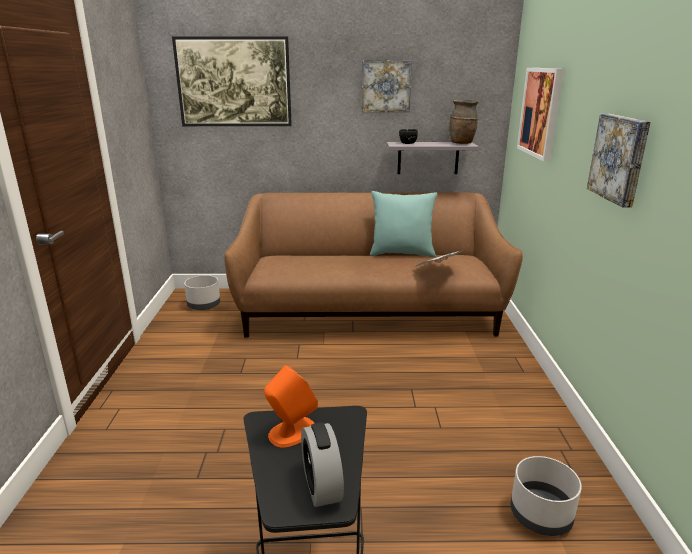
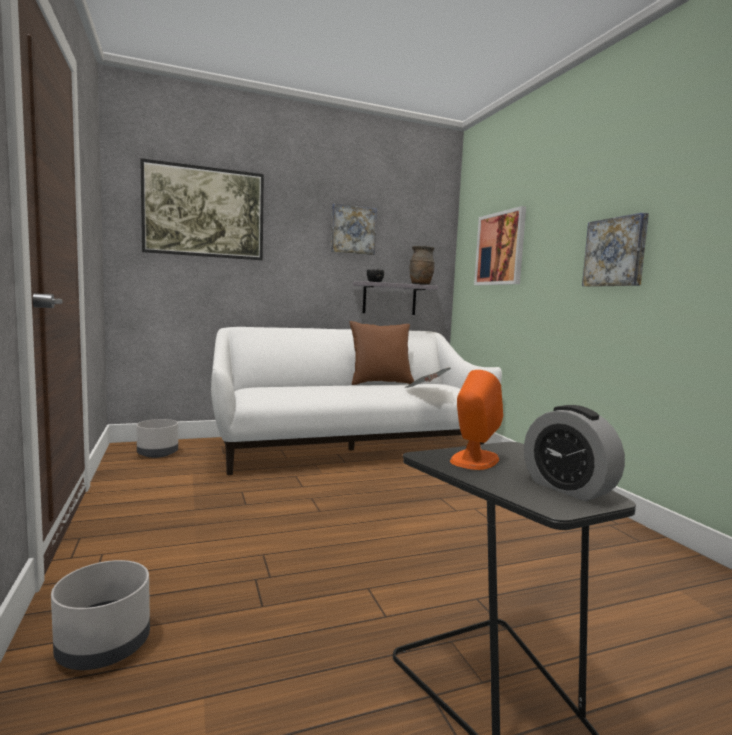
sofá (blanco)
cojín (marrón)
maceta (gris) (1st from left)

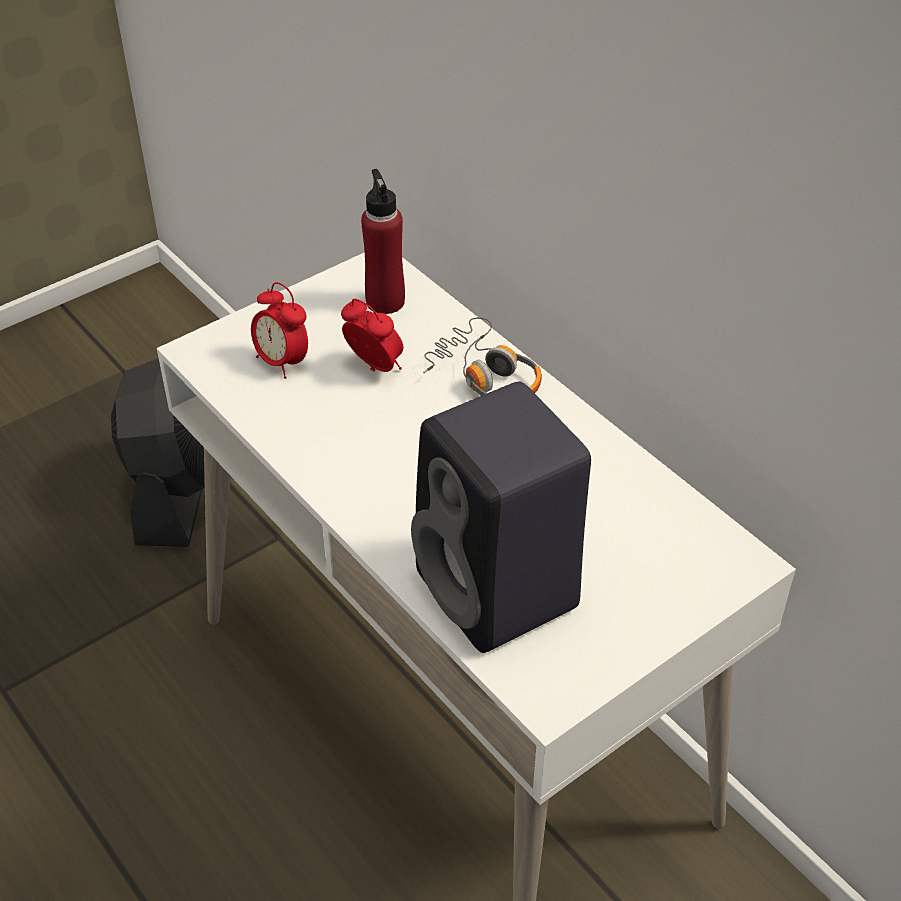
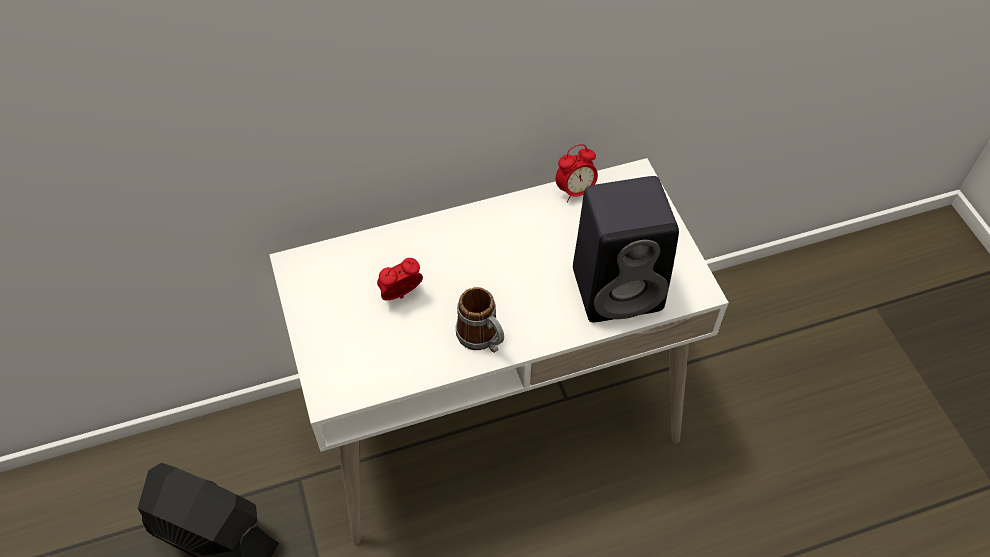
despertador (2nd from left)
botella (rojo)
auriculares
taza grande

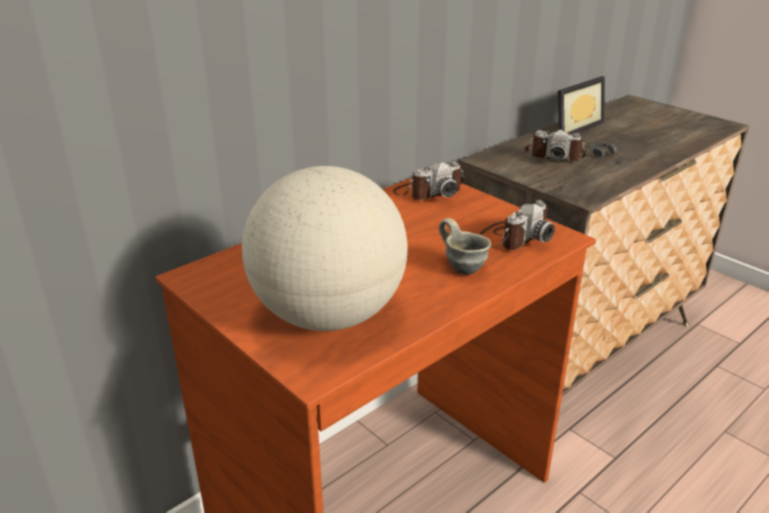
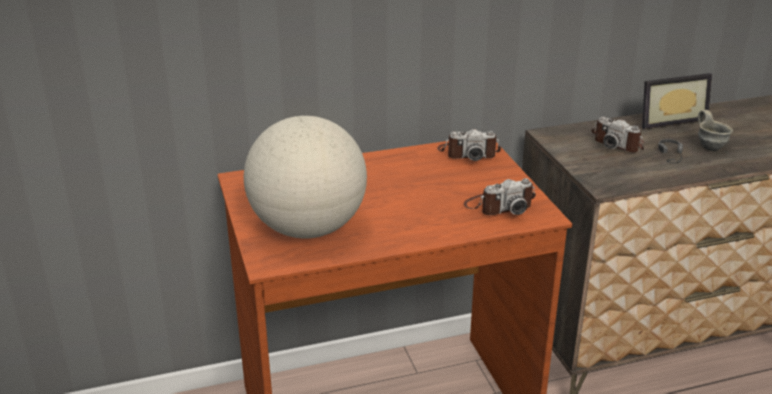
taza grande (gris)

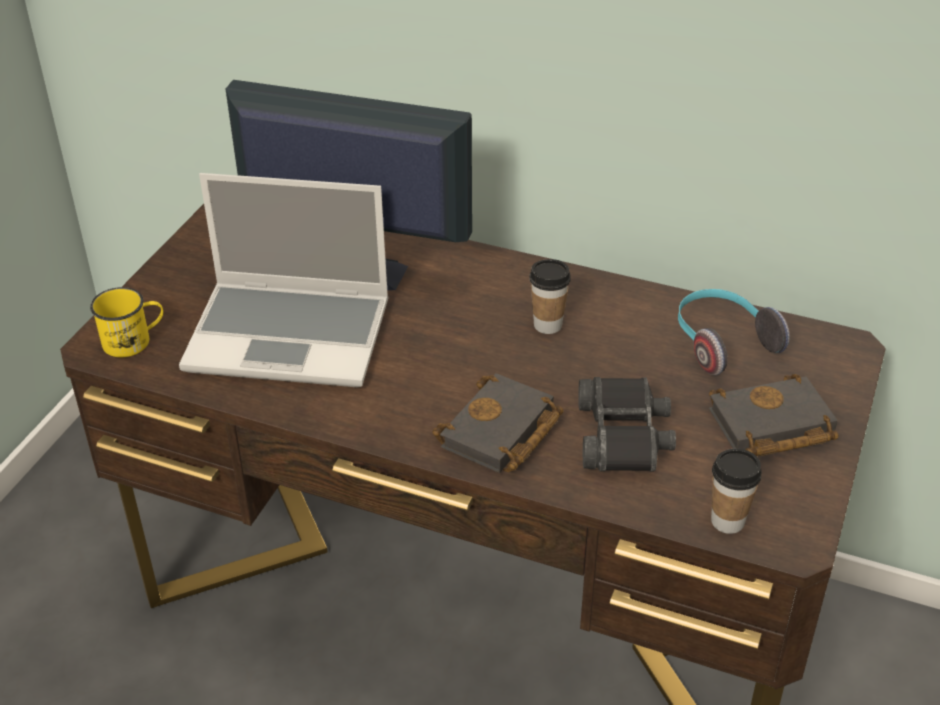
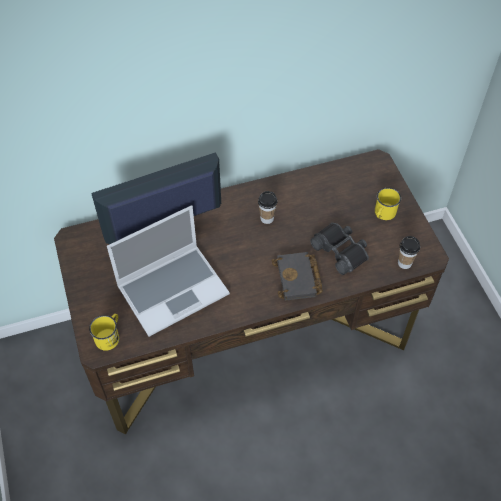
auriculares
taza grande (amarillo) (2nd from left)

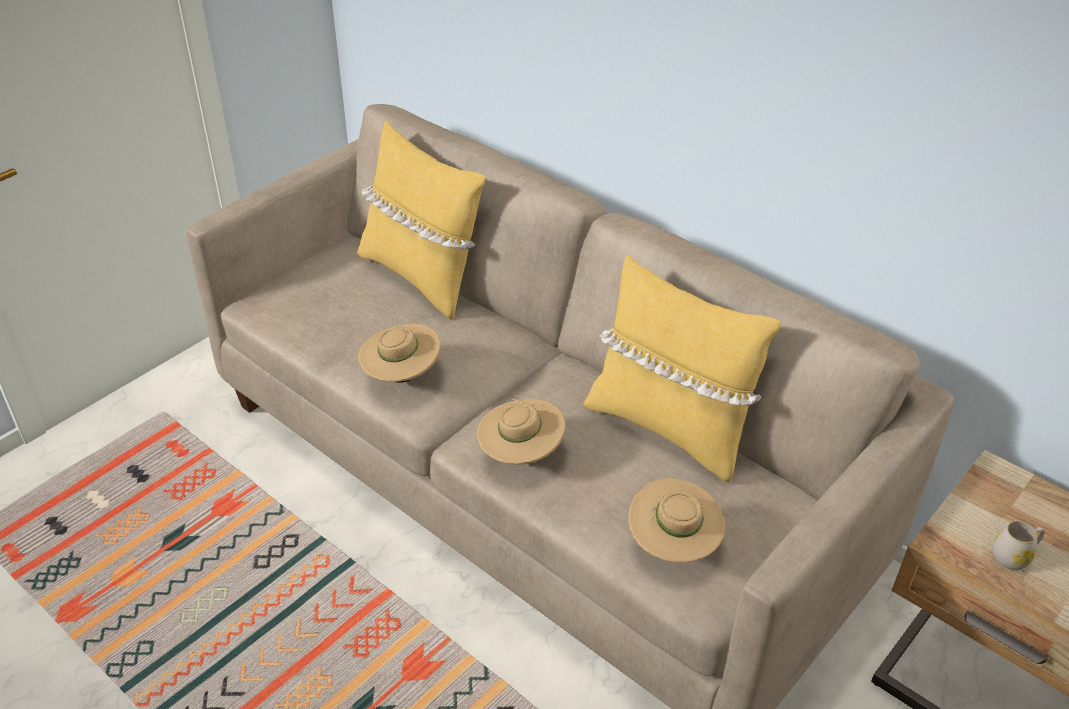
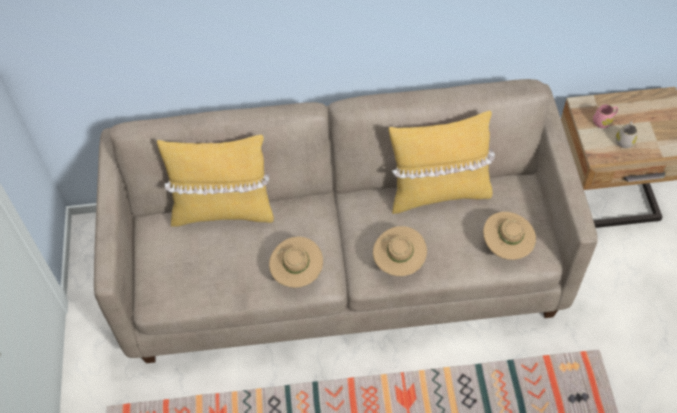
taza grande (rosa)

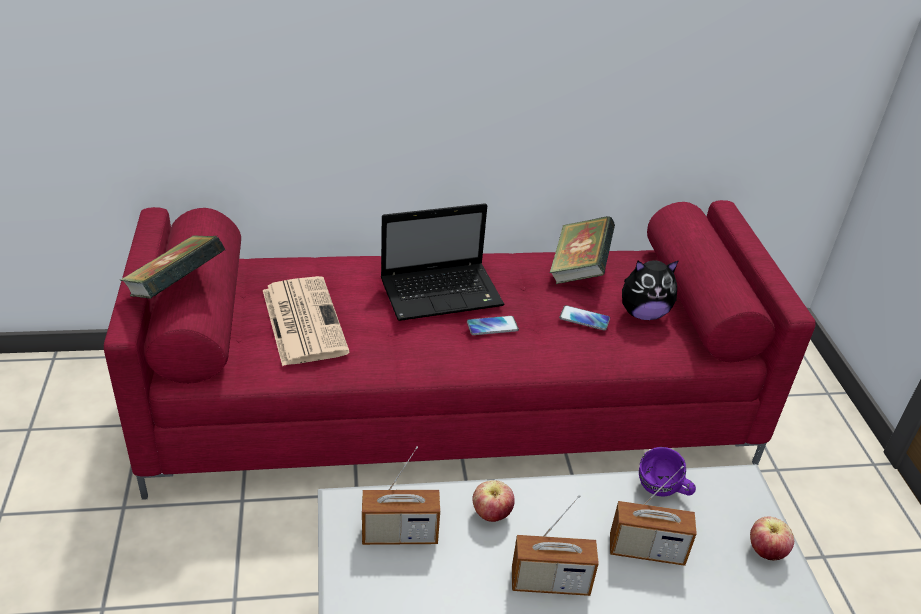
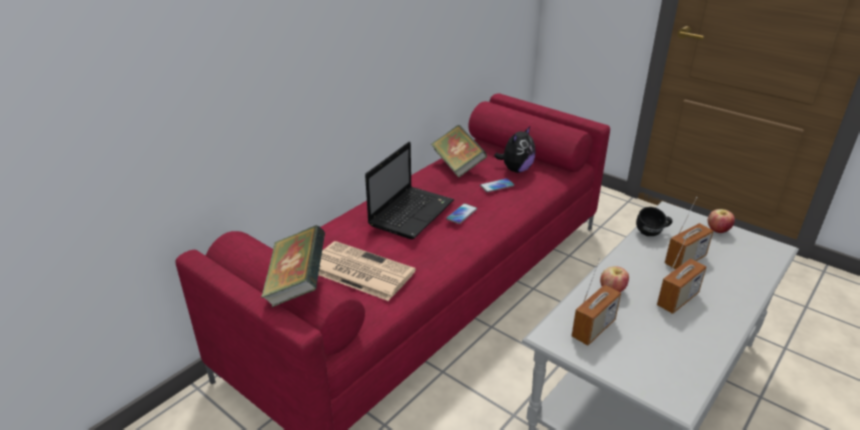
taza grande (negro)

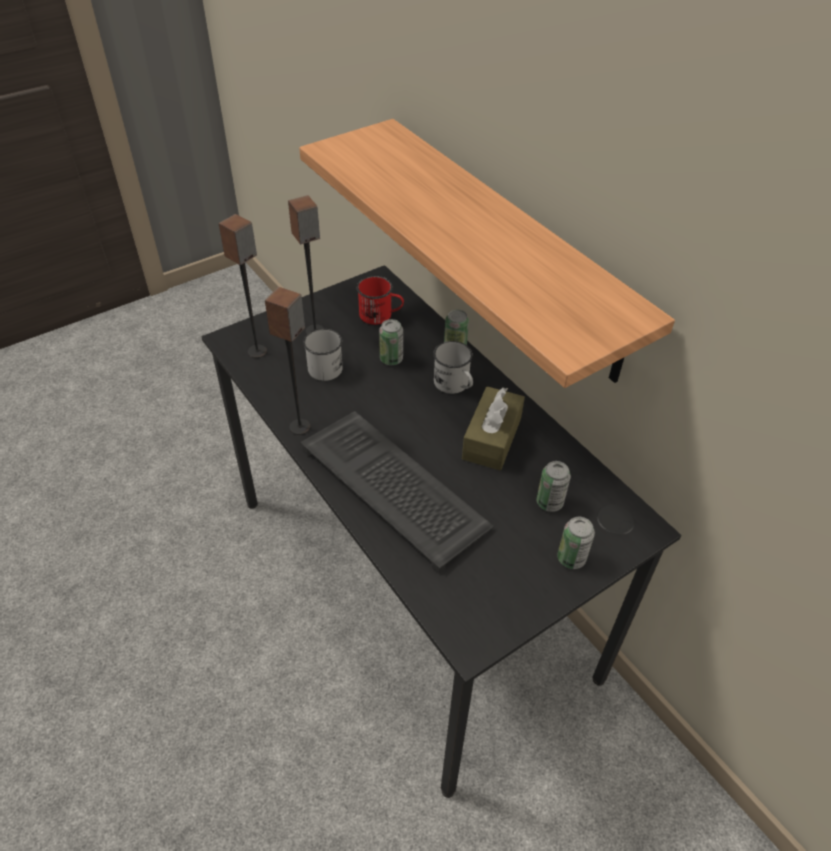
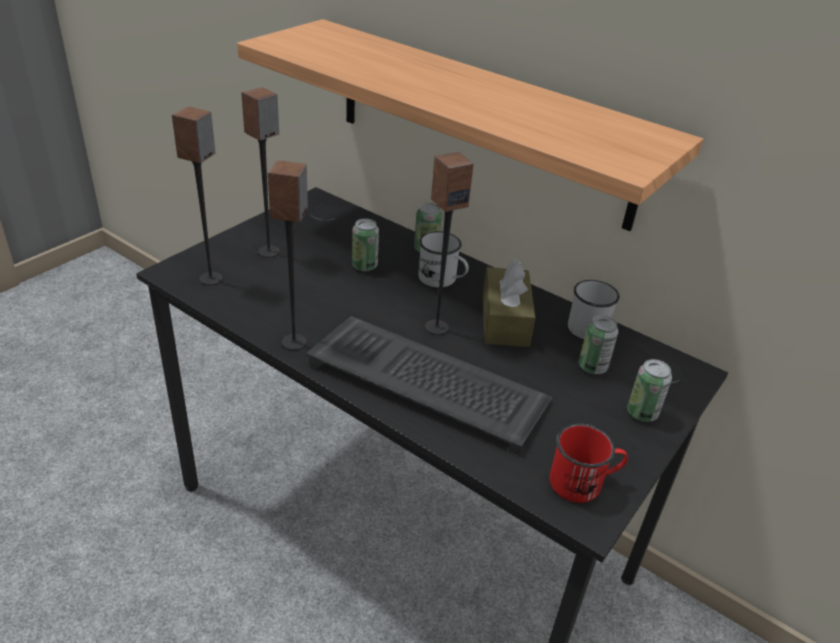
taza grande (blanco) (2nd from left)
taza grande (rojo)
altavoz (4th from left)

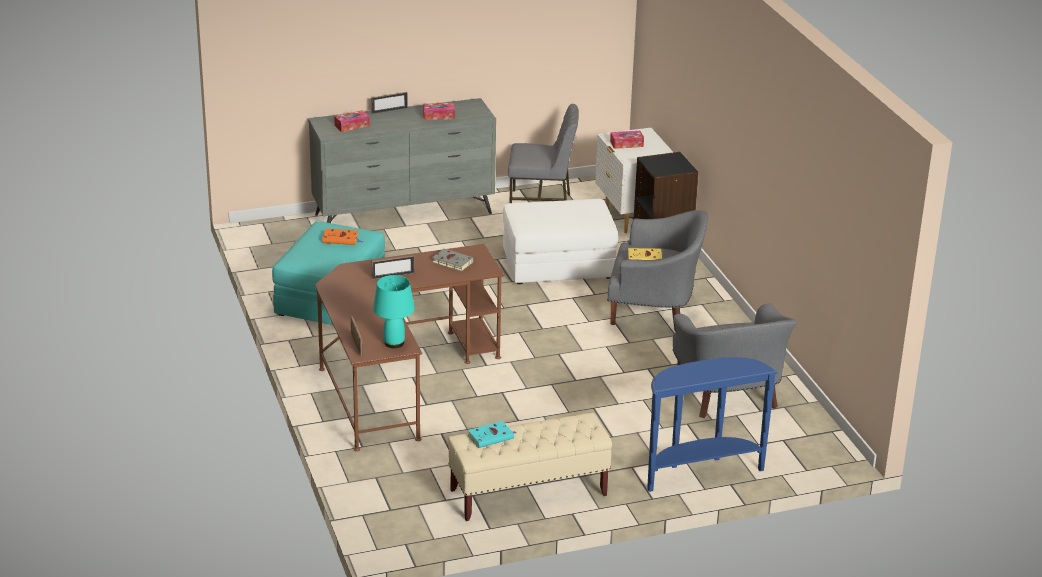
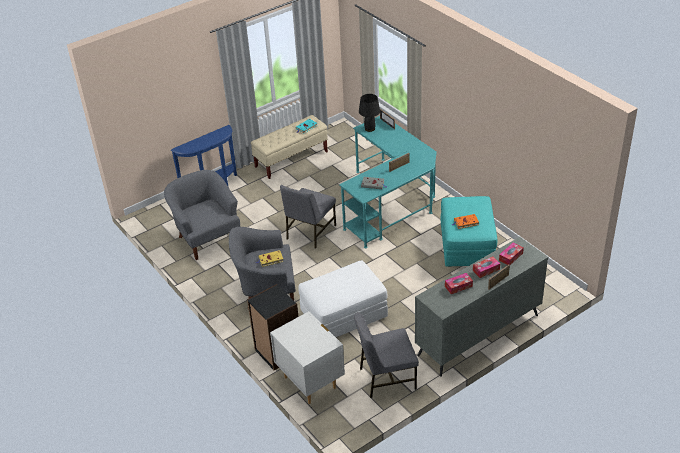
escritorio (turquesa)
lámpara de mesa (negro)
caja de pañuelos (2nd from left)
silla (gris) (1st from left)

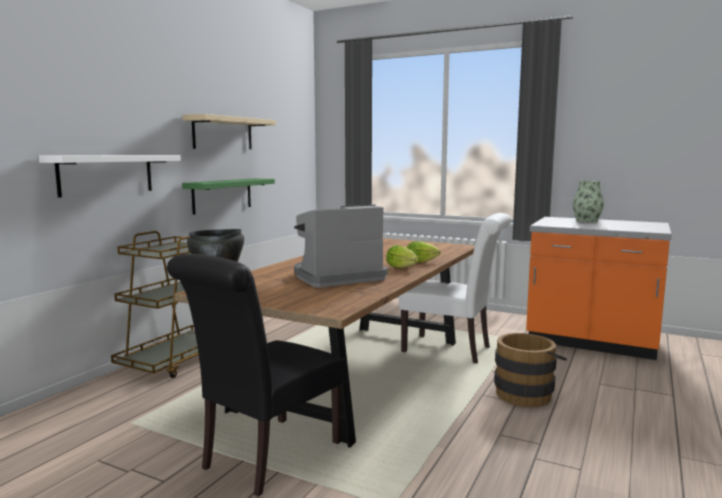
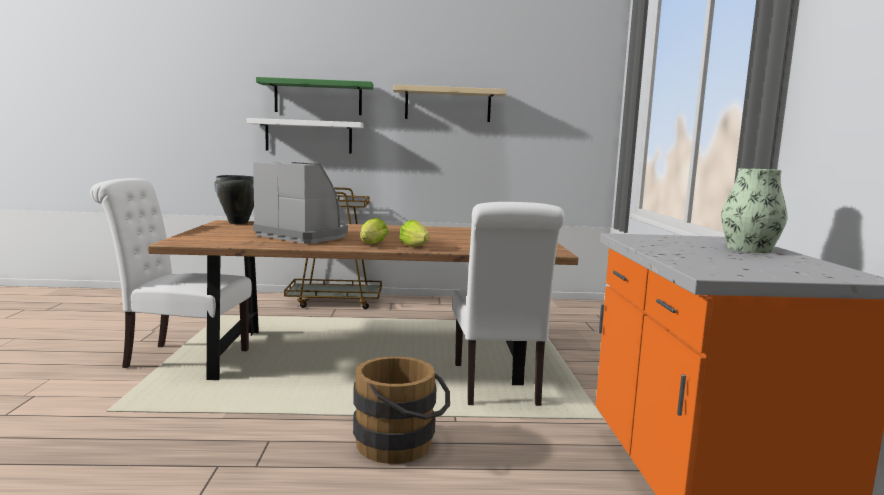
silla (blanco) (1st from left)
estante (verde)

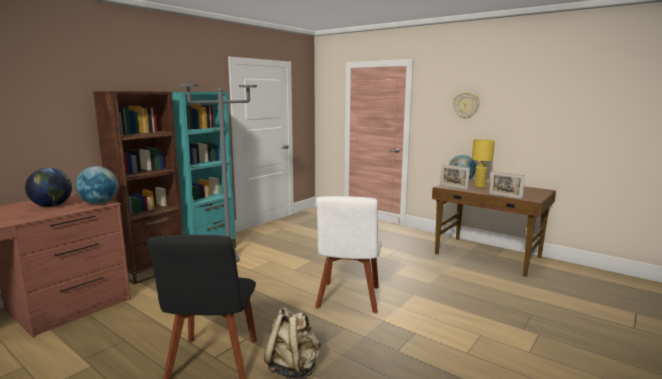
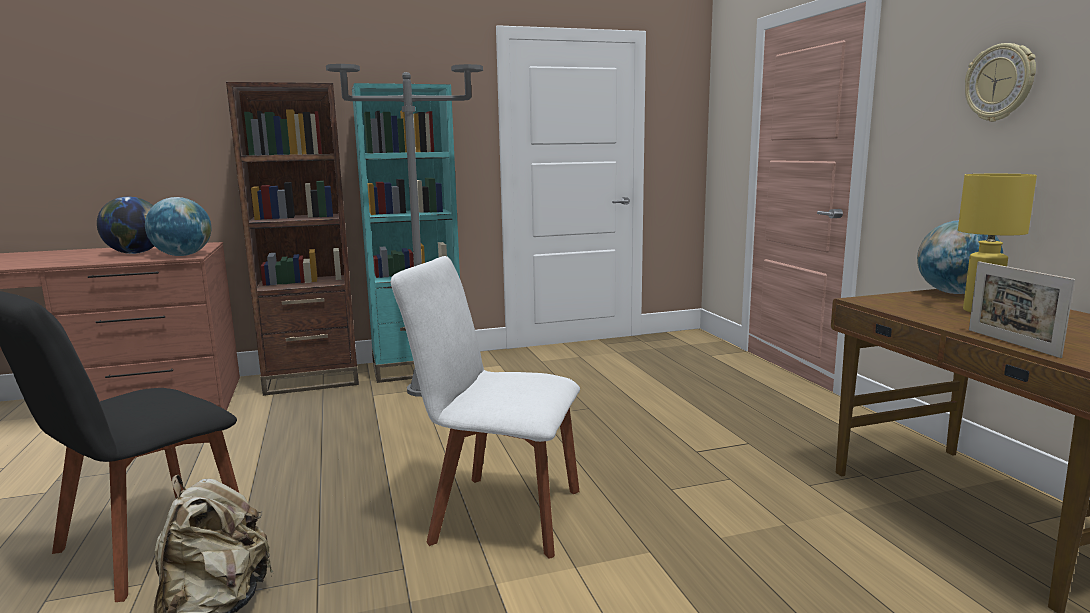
silla (blanco)
portarretratos (1st from left in the first image)

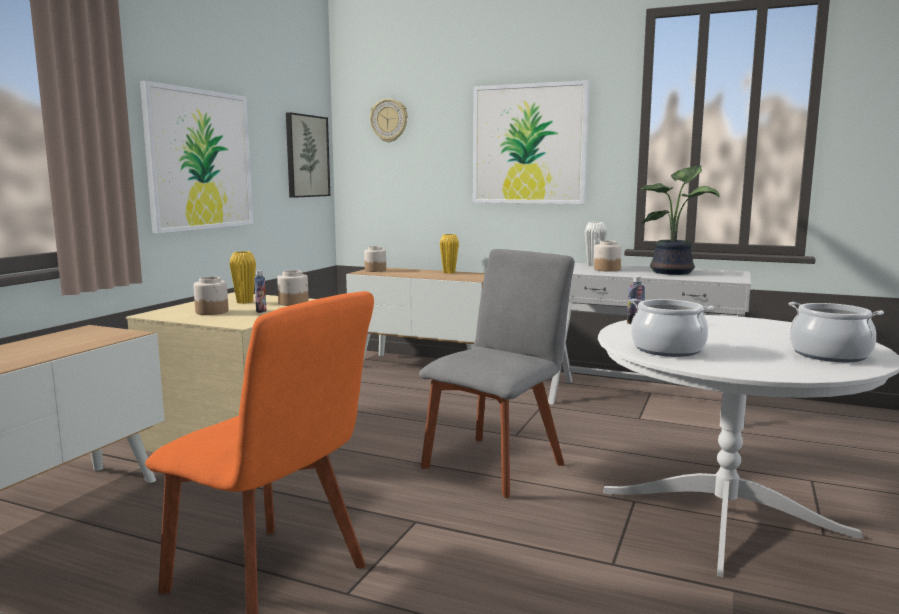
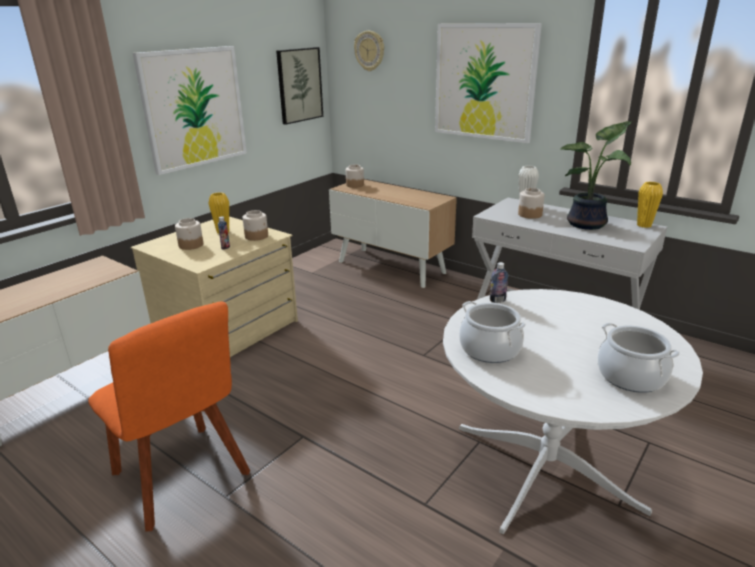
silla (gris)
florero (amarillo) (2nd from left)

